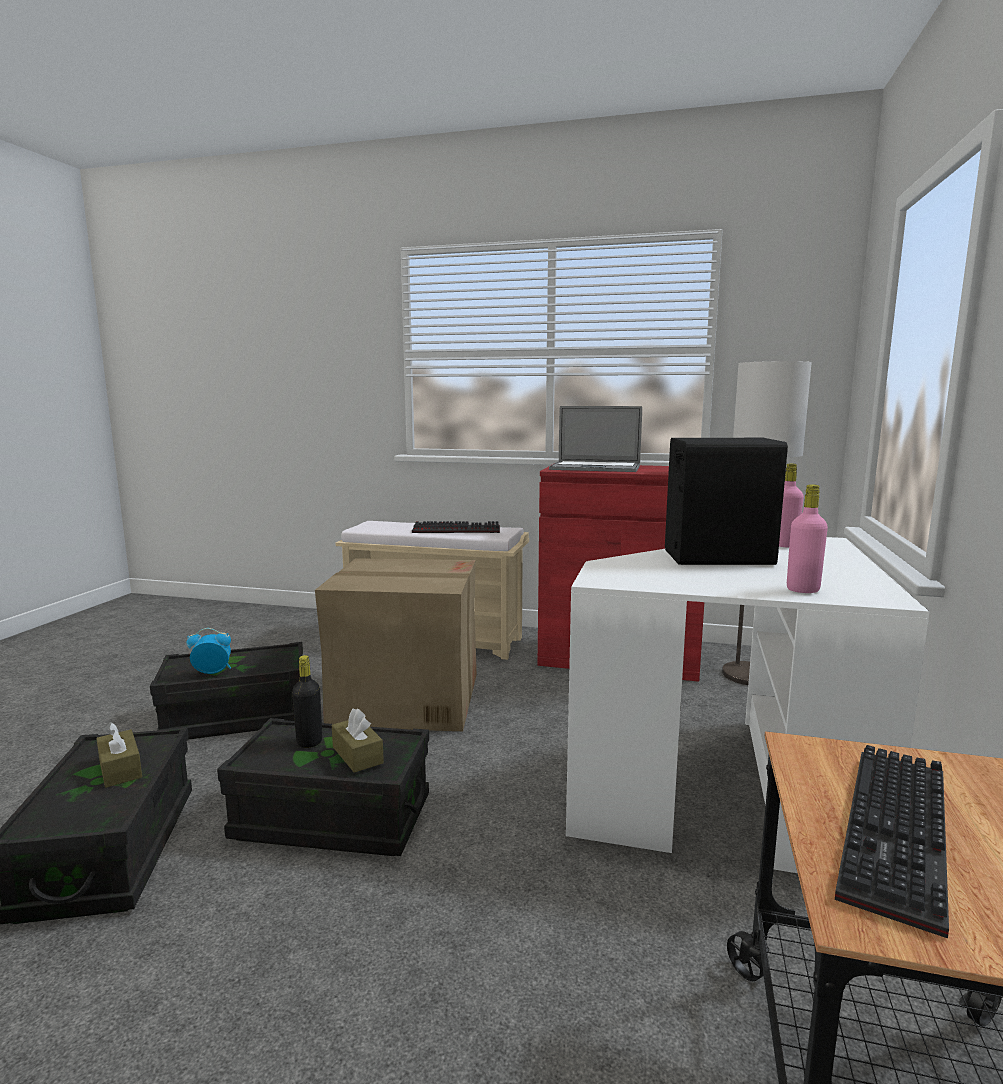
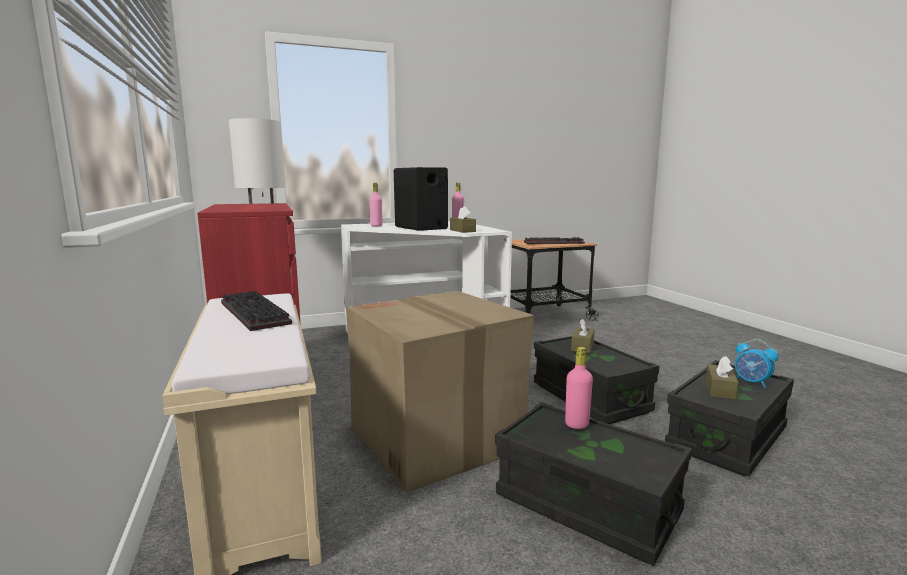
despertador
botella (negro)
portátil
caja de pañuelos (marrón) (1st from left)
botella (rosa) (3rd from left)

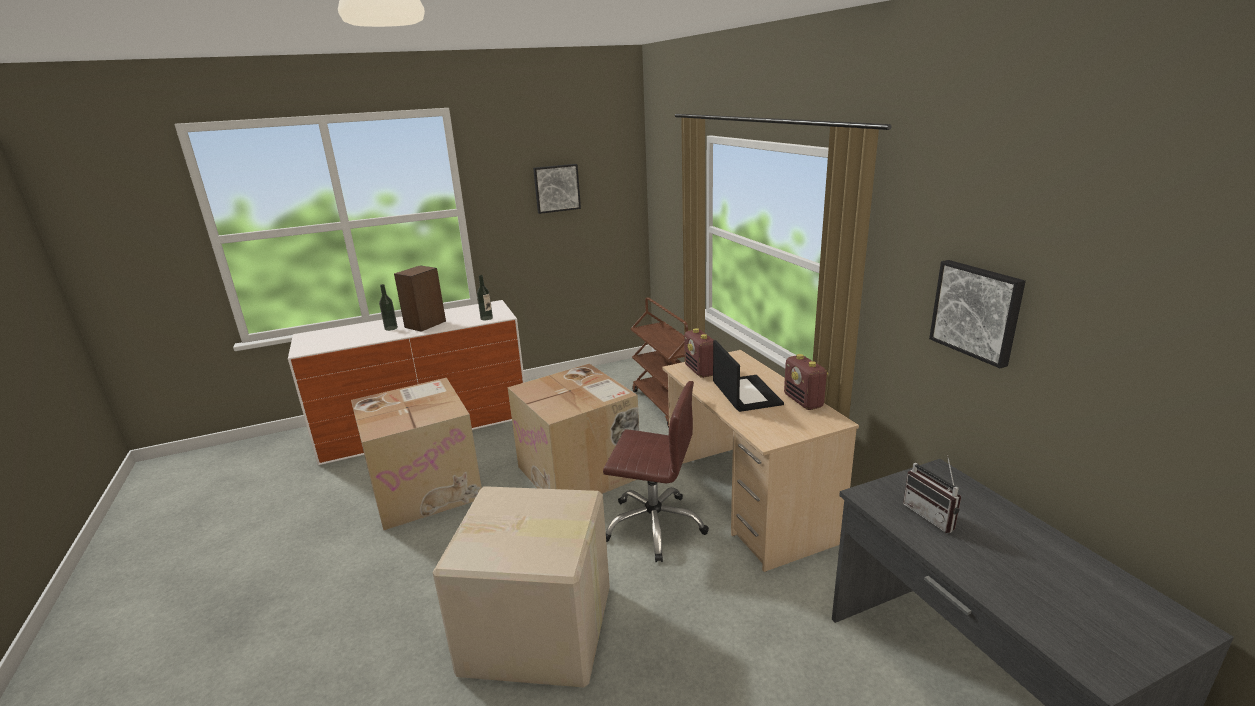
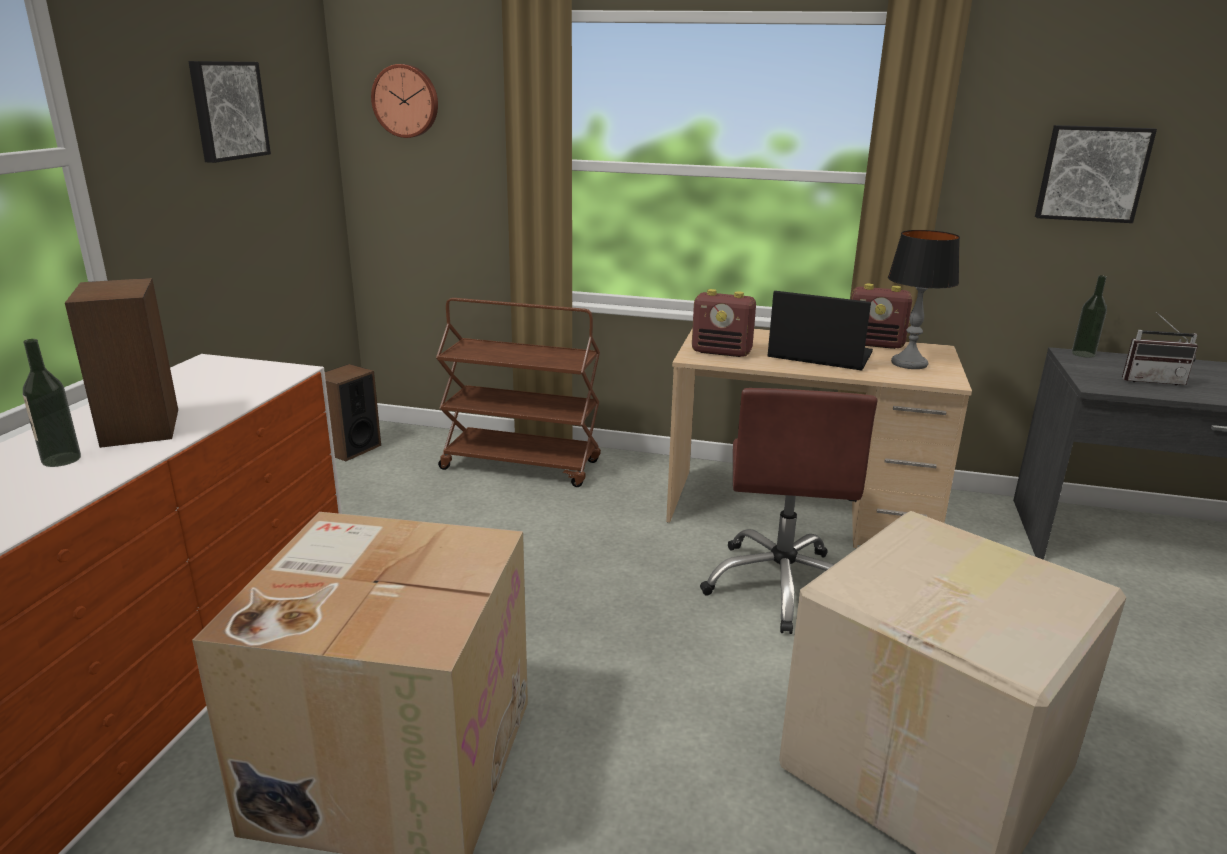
botella (2nd from left)
caja de cartón (3rd from left in the first image)
silla de oficina (marrón)
altavoz (2nd from left)
reloj de pared
lámpara de mesa

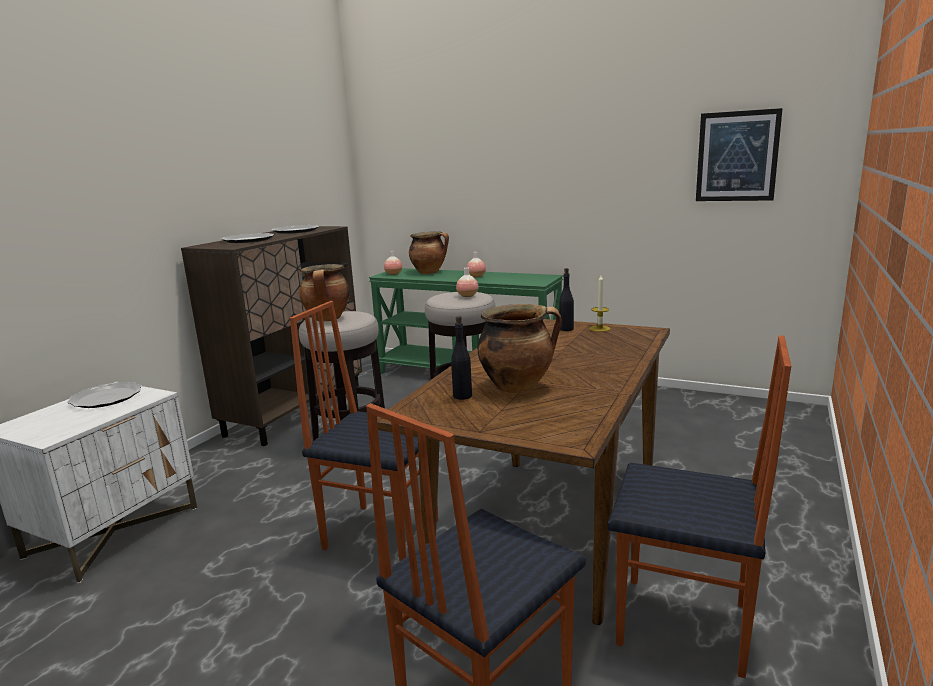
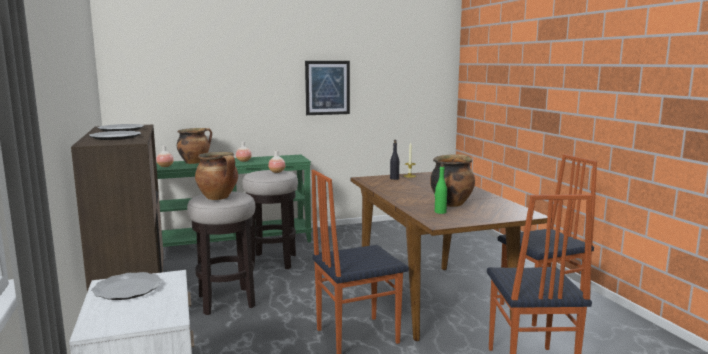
botella (verde)
cuadro

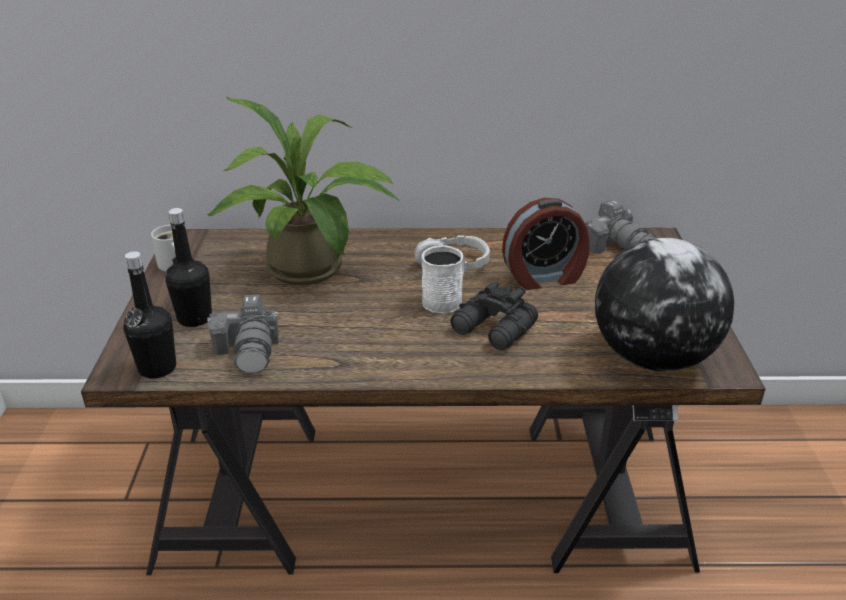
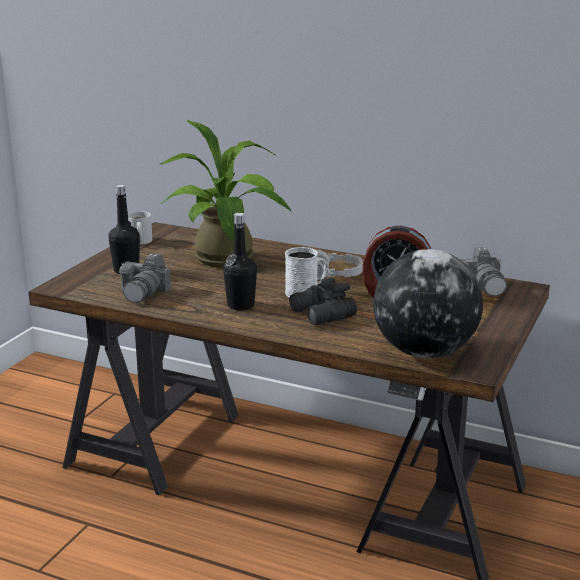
botella (negro) (2nd from left)

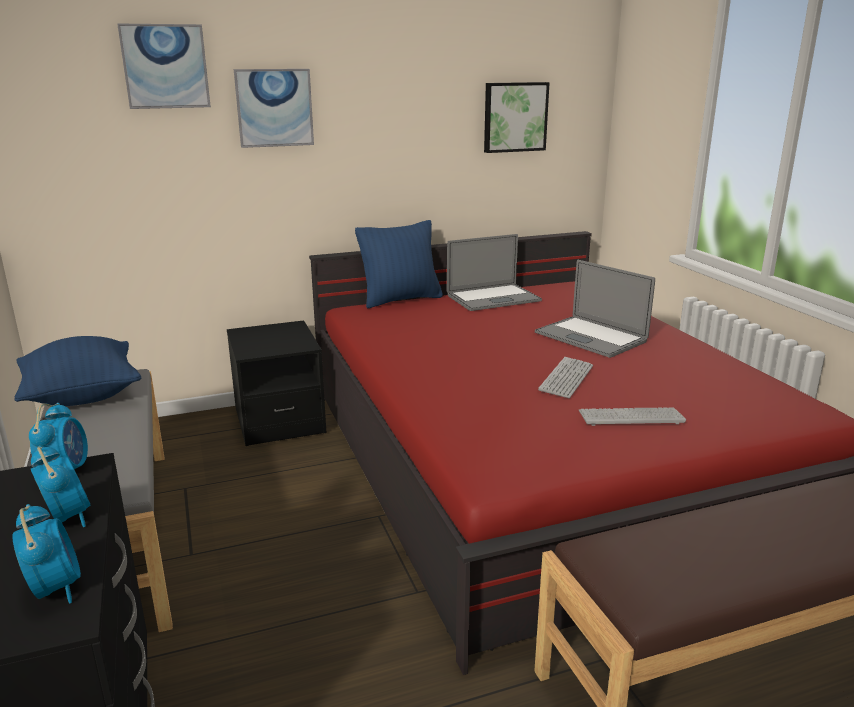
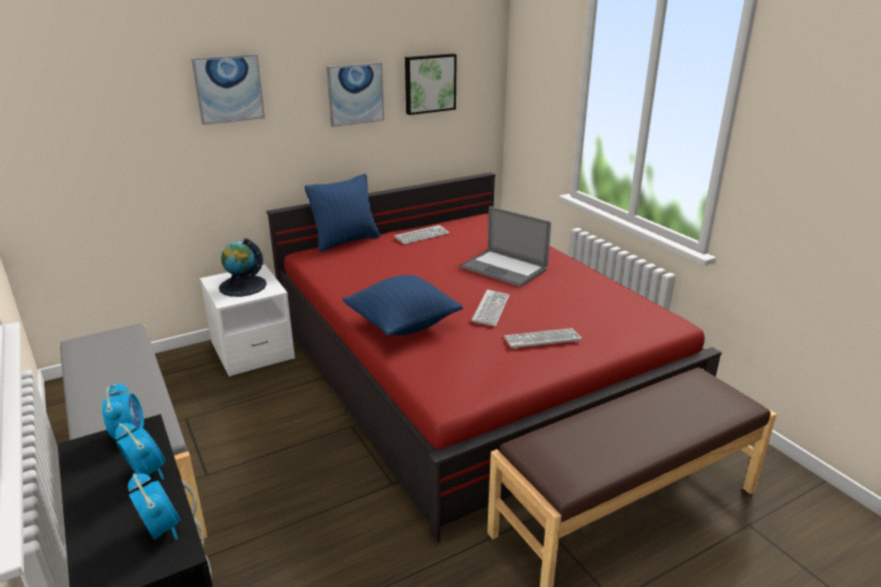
cojín (azul) (2nd from left)
cuadro (2nd from left)
mesita de noche (blanco)
teclado (1st from left)
globo terráqueo

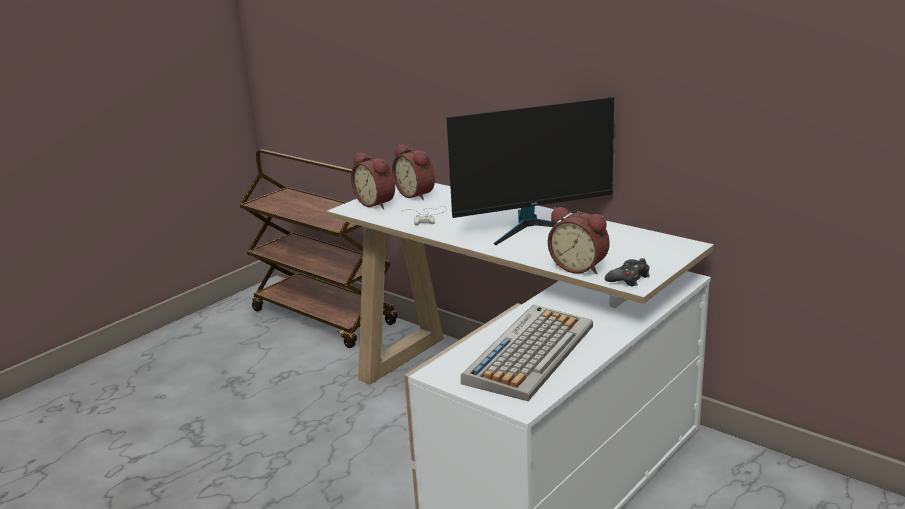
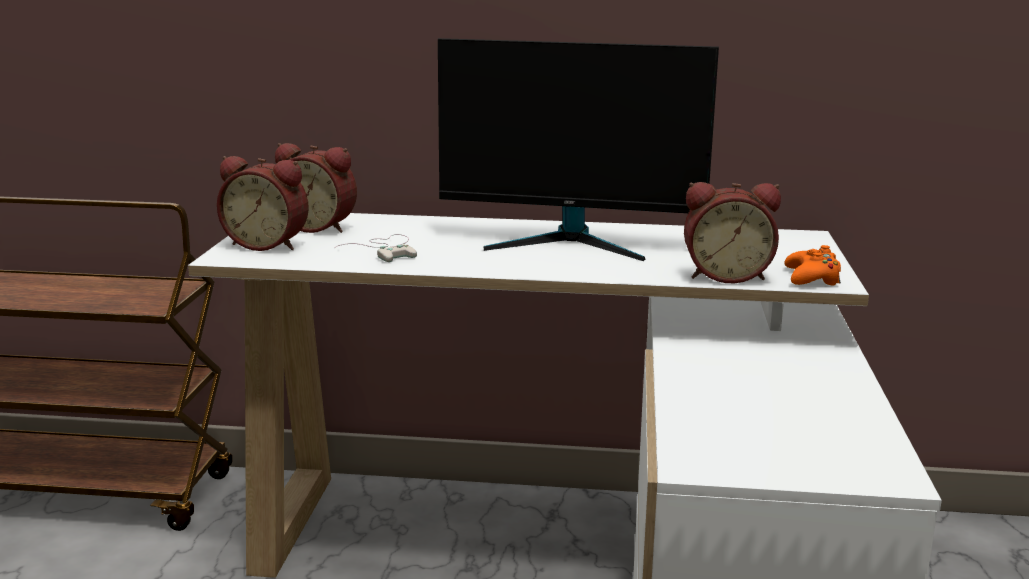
monitor
teclado
mando de consola (naranja)

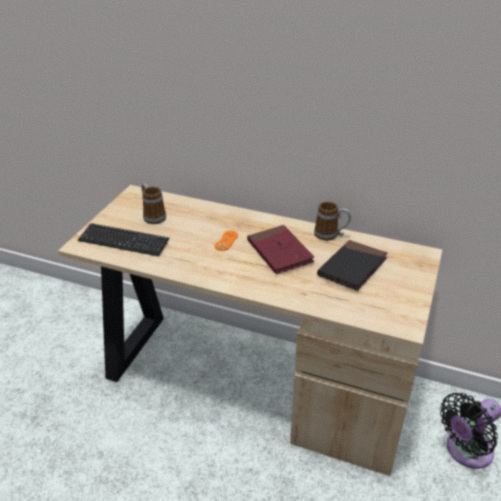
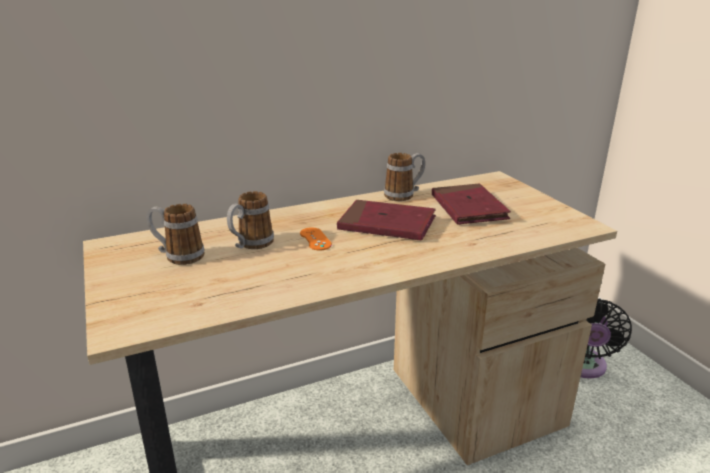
teclado
libro (rojo) (2nd from left)
taza grande (2nd from left)

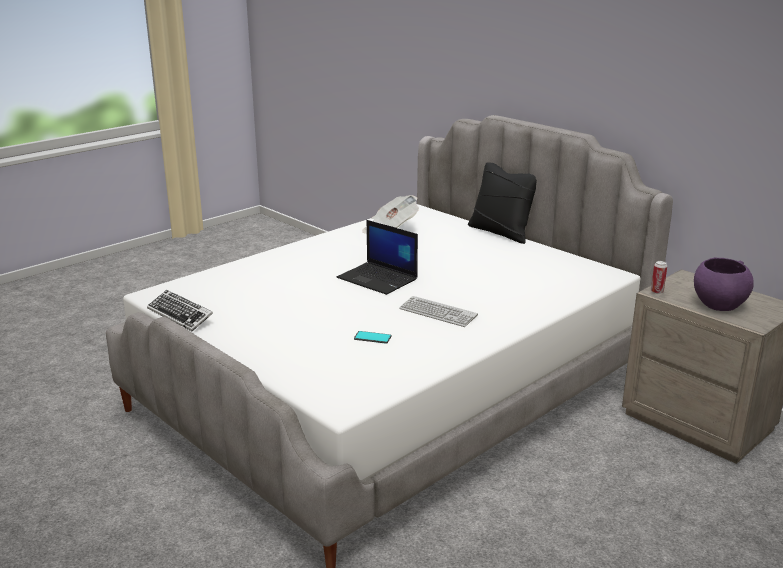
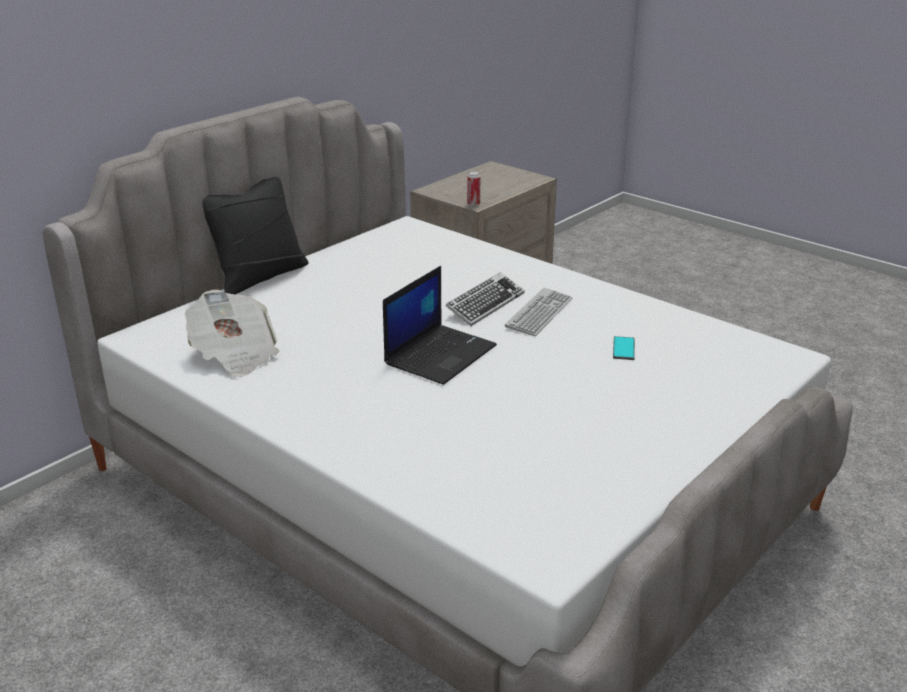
teclado (1st from left)
cuenco (morado)

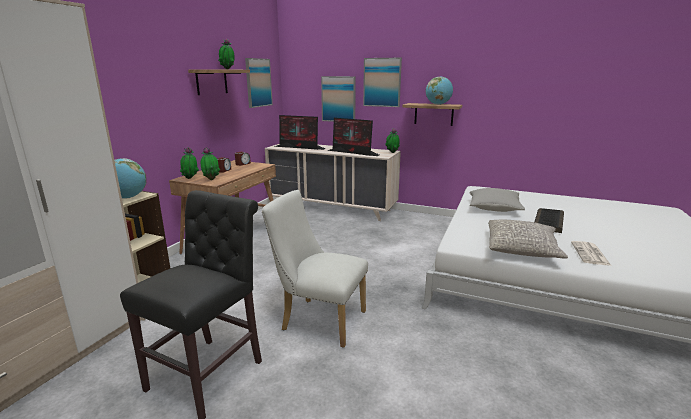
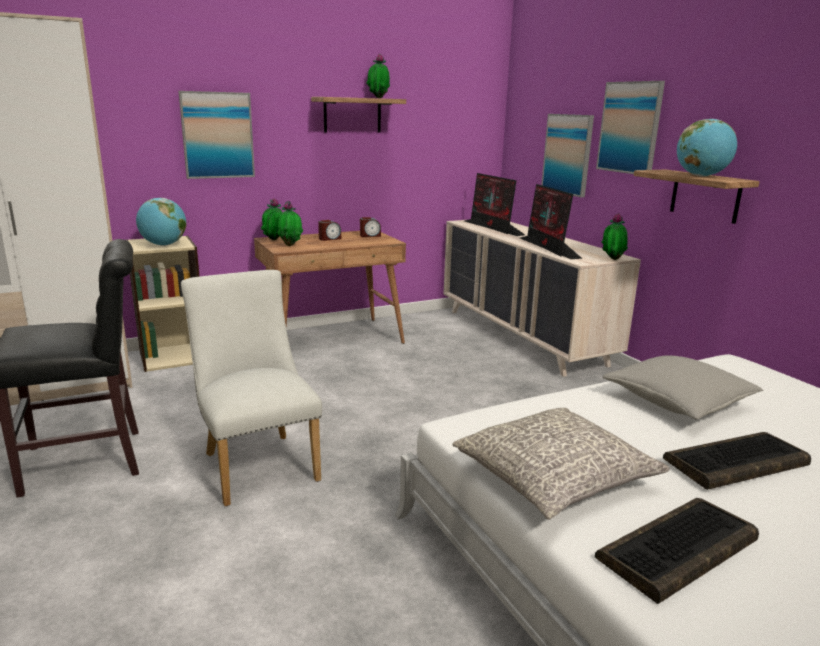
cuadro (1st from left)
teclado (1st from left)

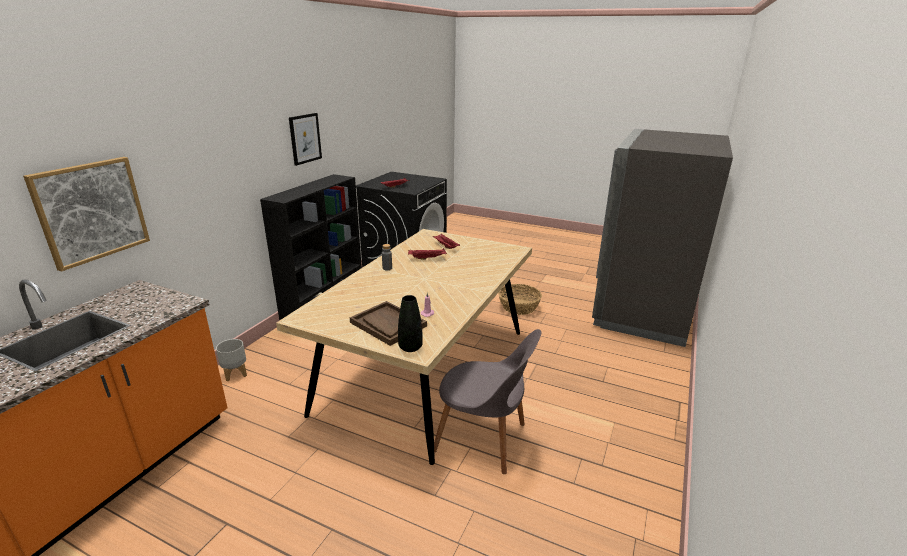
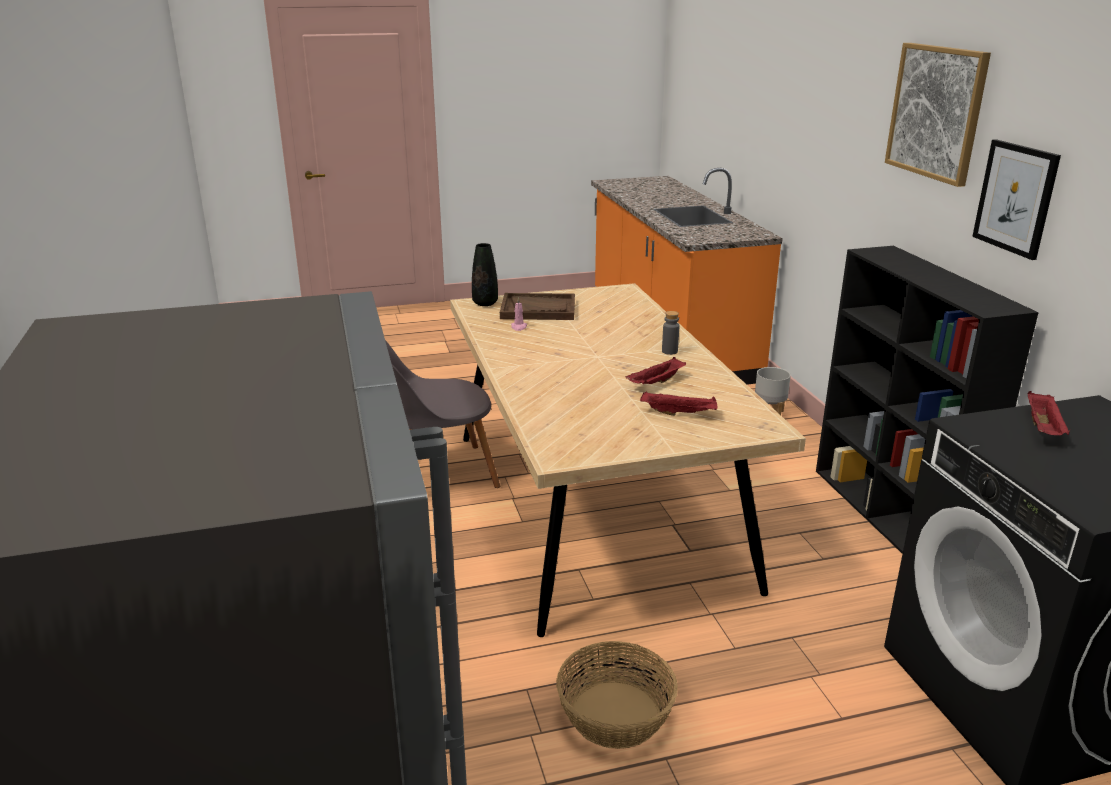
cuadro (1st from left)

